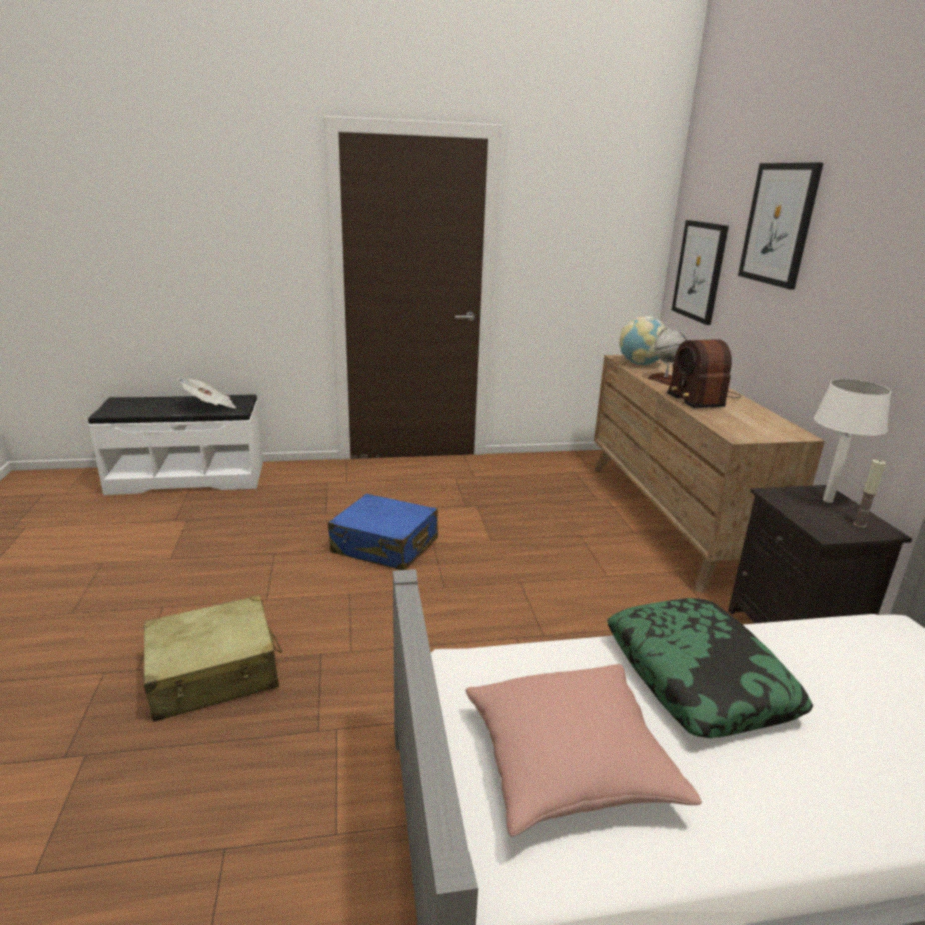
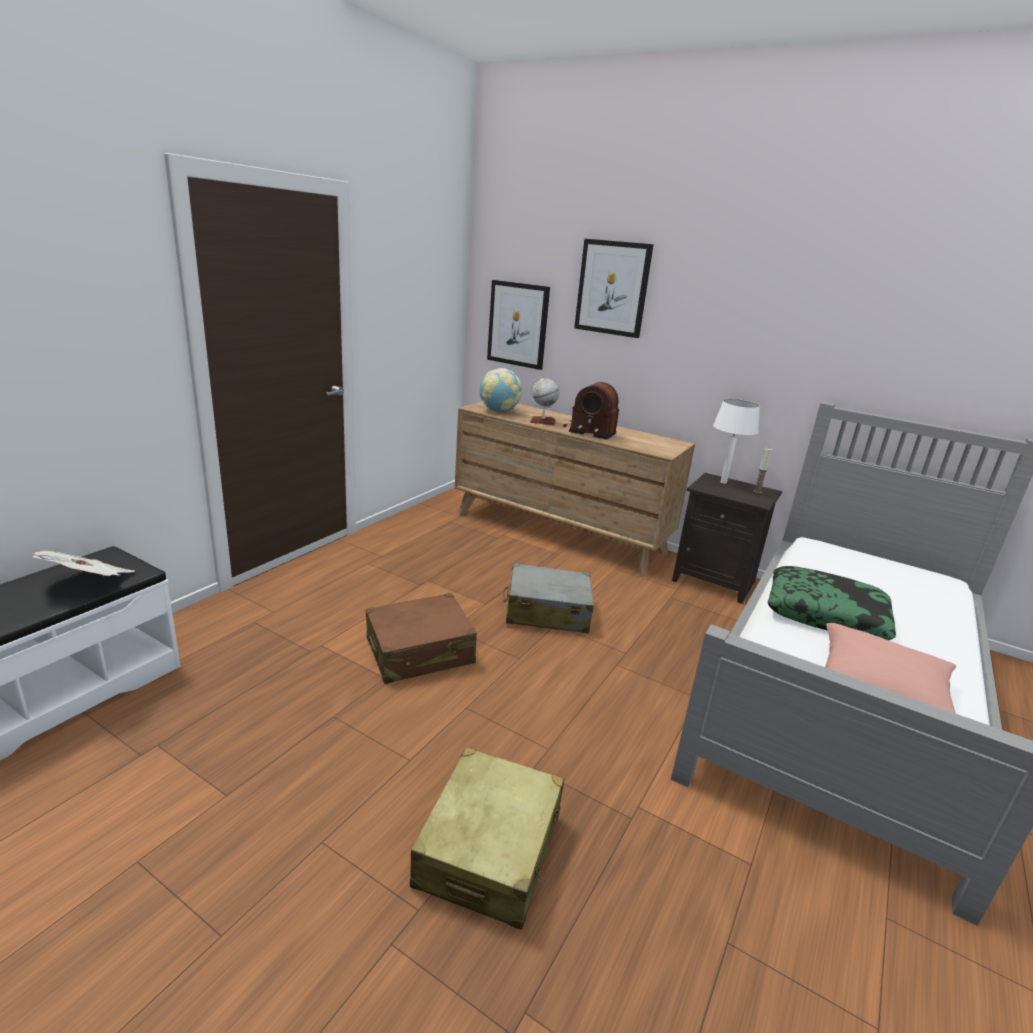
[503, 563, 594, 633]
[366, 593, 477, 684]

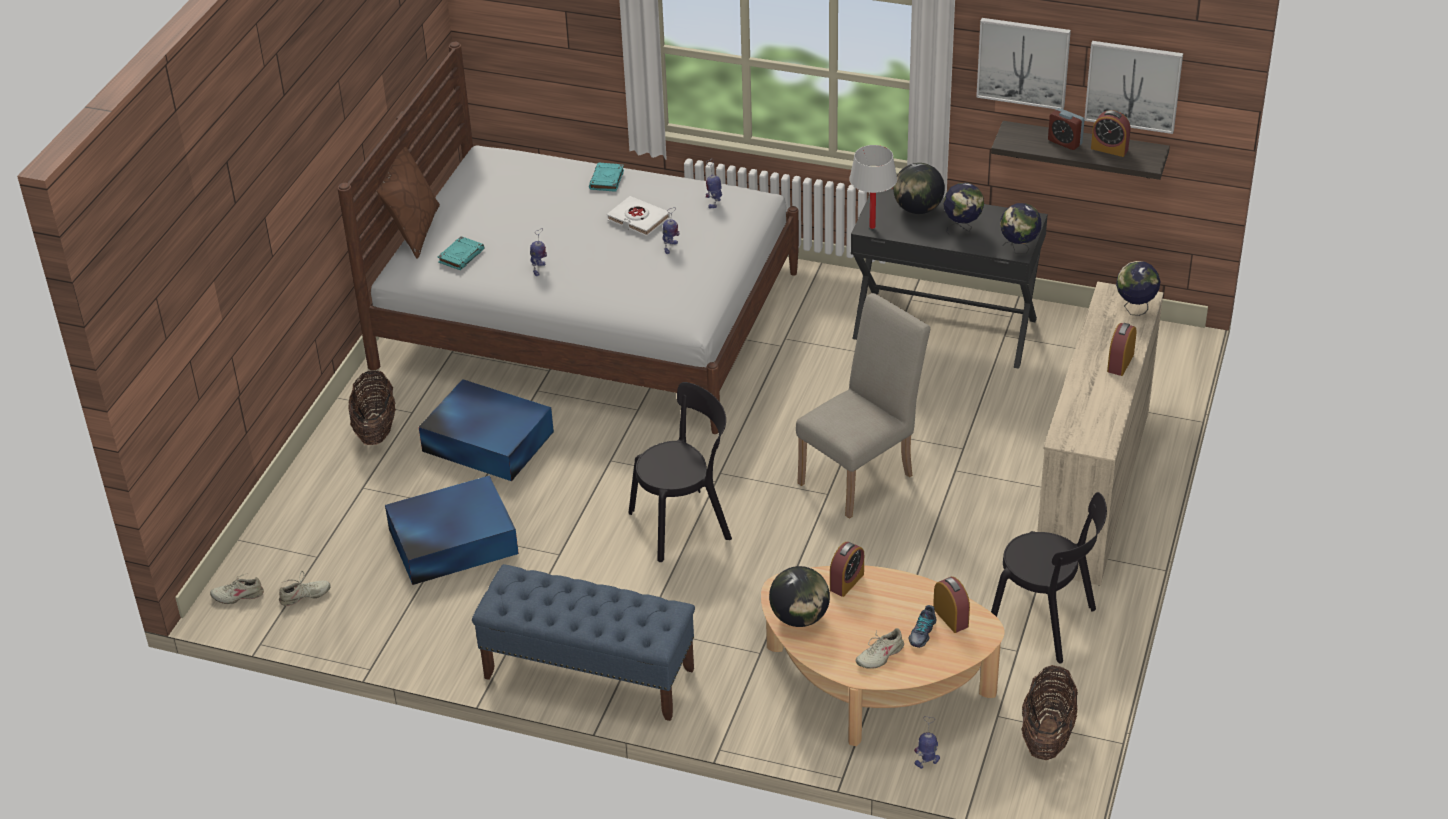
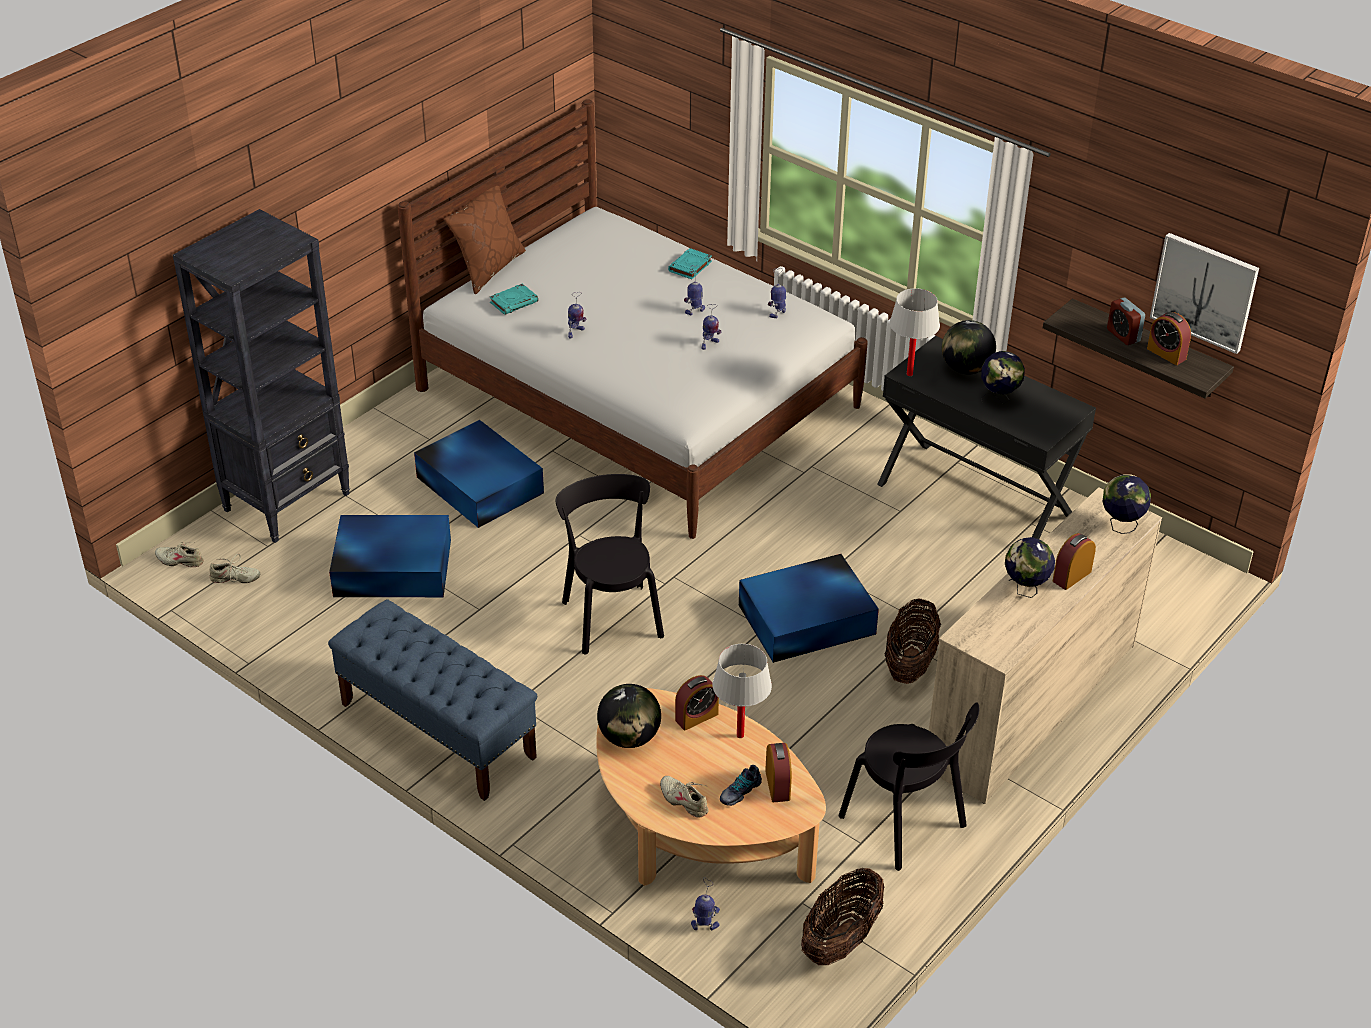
[976, 18, 1071, 109] (first image)
[173, 209, 350, 543]
[712, 644, 772, 738]
[885, 599, 941, 684]
[1005, 537, 1055, 598]
[684, 265, 705, 315]
[739, 554, 879, 663]
[556, 474, 664, 654]
[660, 776, 709, 818]

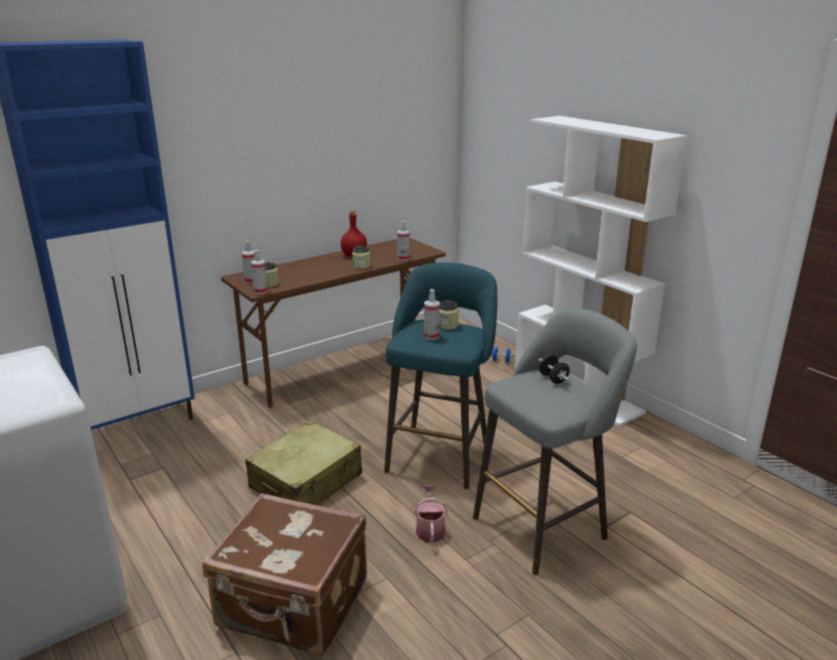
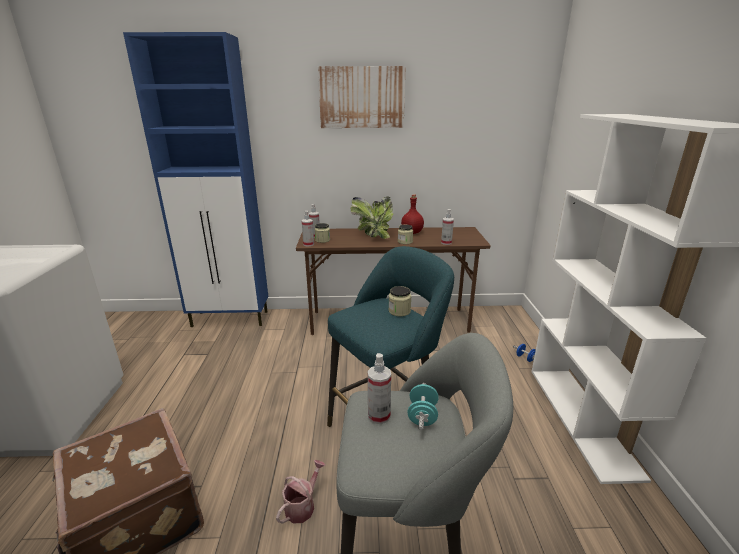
[245, 420, 362, 505] (first image)
[318, 66, 406, 128]
[350, 196, 393, 239]
[368, 353, 391, 424]
[408, 383, 439, 430]

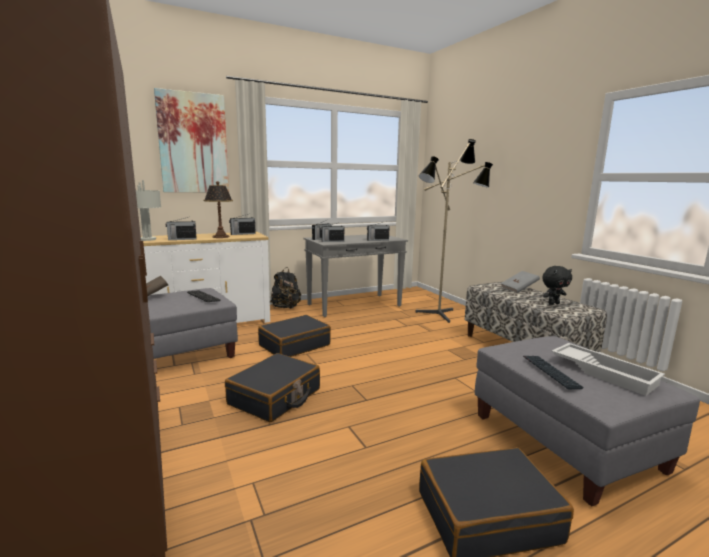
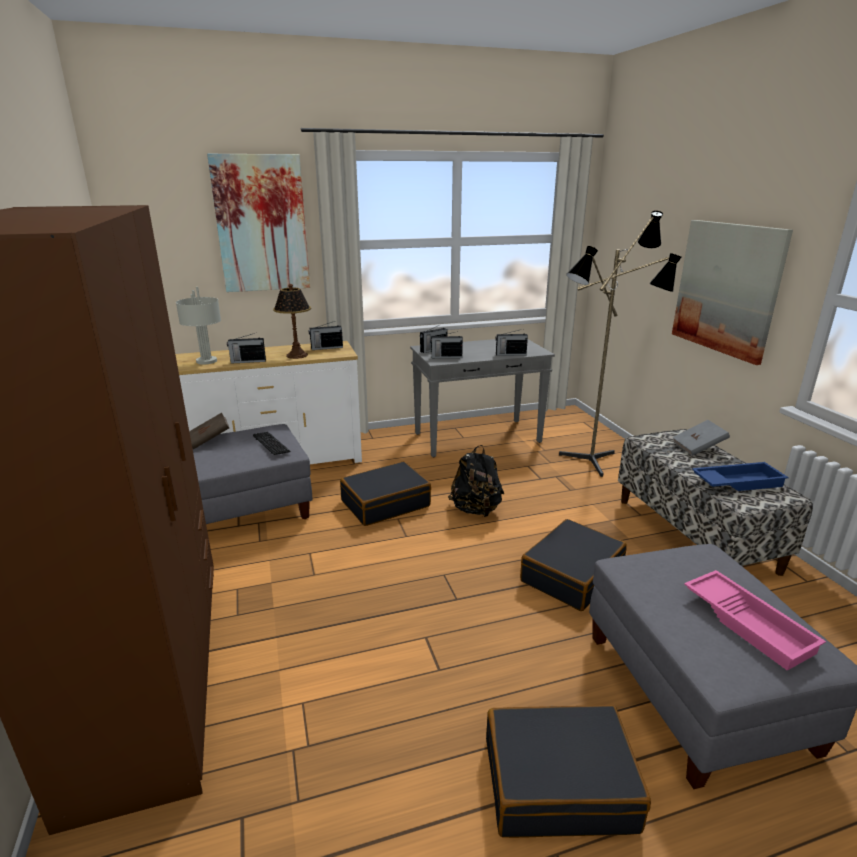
[523, 356, 584, 389] (first image)
[672, 220, 793, 365]
[520, 519, 627, 611]
[448, 445, 504, 517]
[692, 462, 789, 491]
[684, 570, 826, 671]

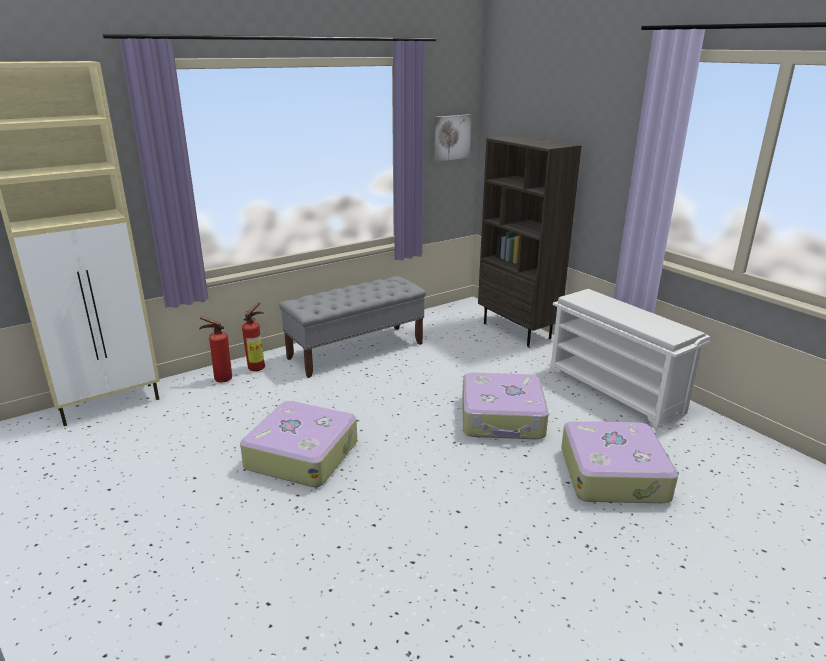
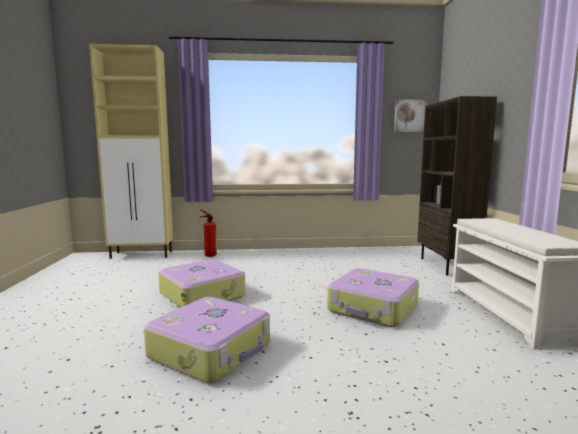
[242, 302, 265, 371] (first image)
[279, 276, 426, 378] (first image)
[144, 297, 270, 383]

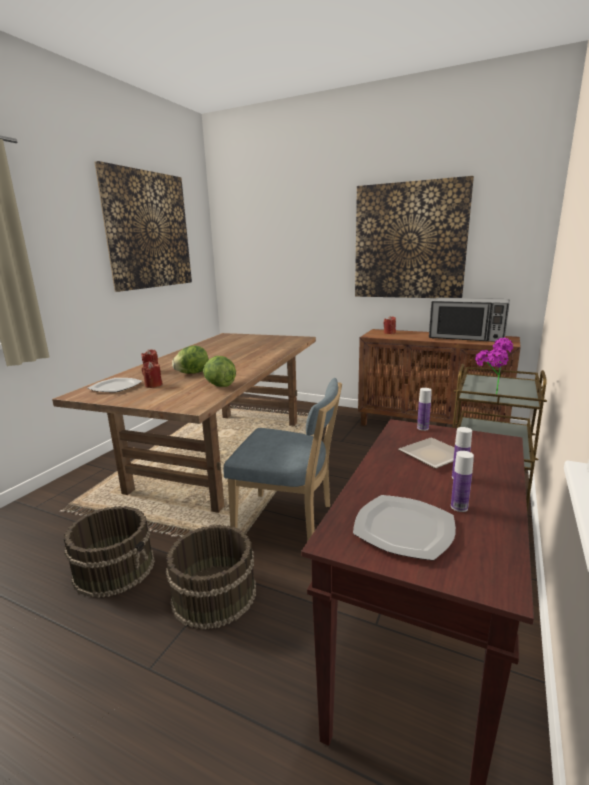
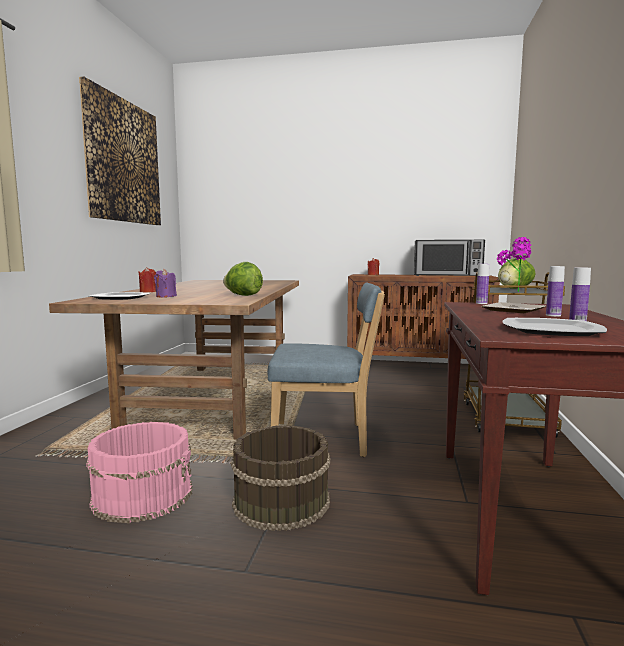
[355, 176, 474, 298] (first image)
[498, 258, 535, 289]
[86, 422, 193, 523]
[154, 269, 177, 297]

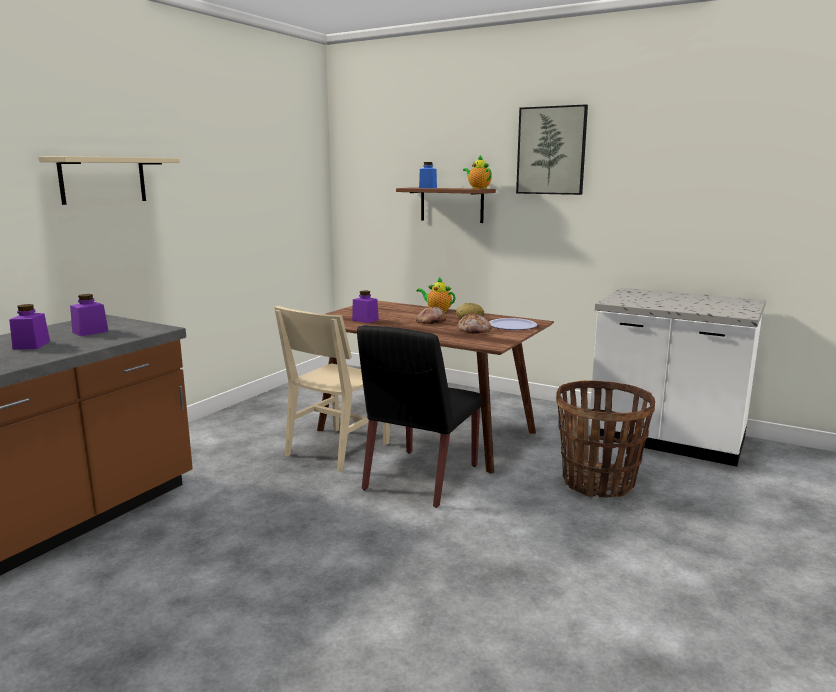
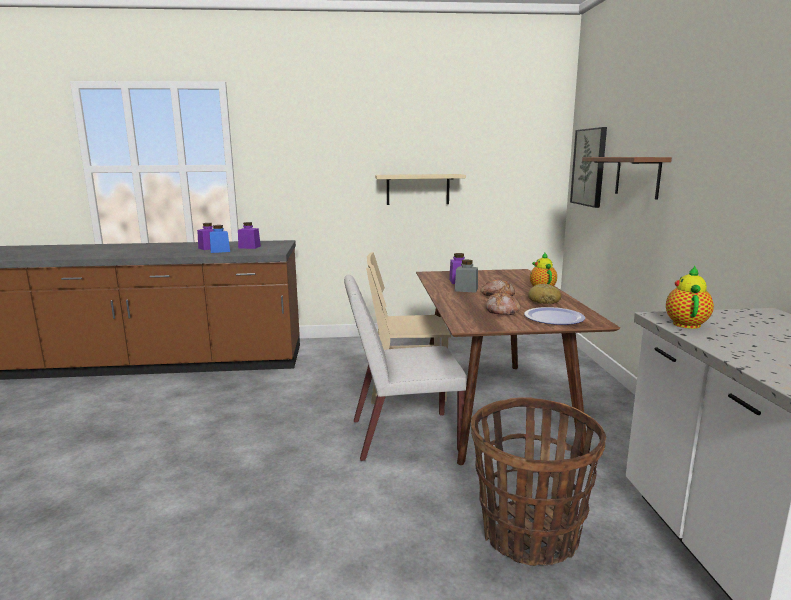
[455, 260, 478, 293]
[375, 174, 466, 205]
[210, 225, 230, 253]
[666, 266, 714, 329]
[570, 127, 607, 208]
[344, 275, 467, 461]

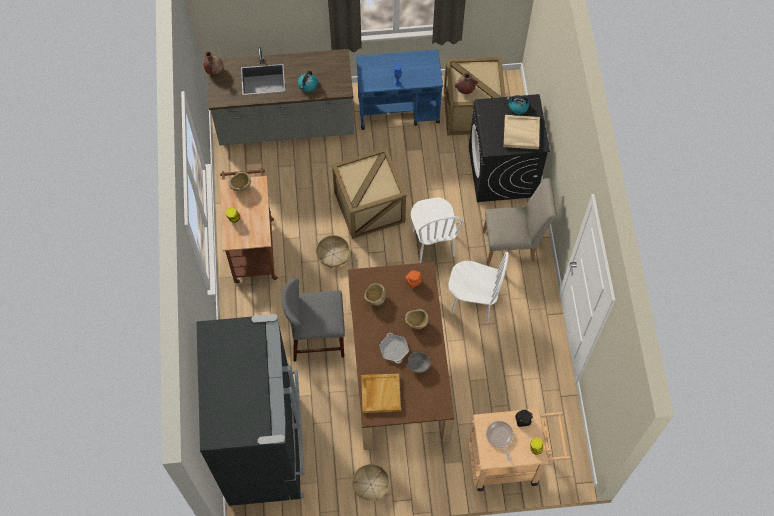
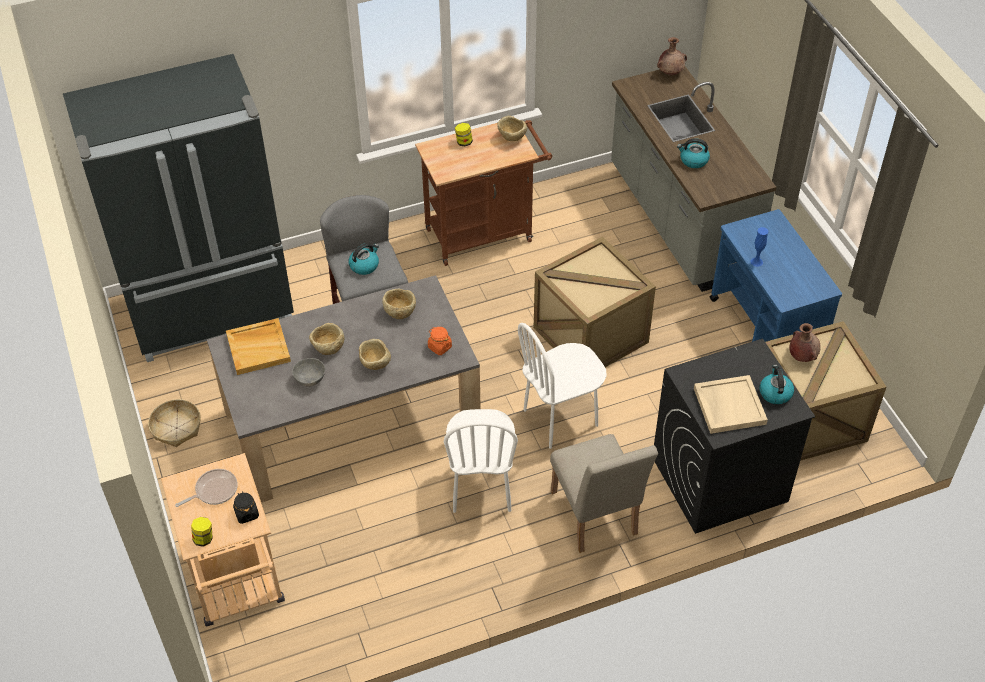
[316, 235, 350, 268] (first image)
[349, 243, 379, 275]
[309, 323, 344, 355]
[207, 275, 481, 502]

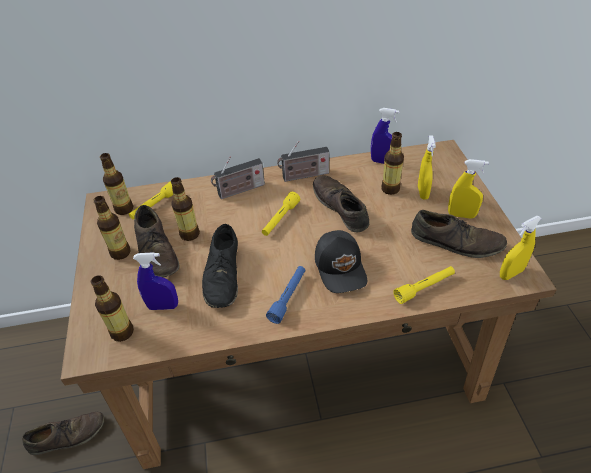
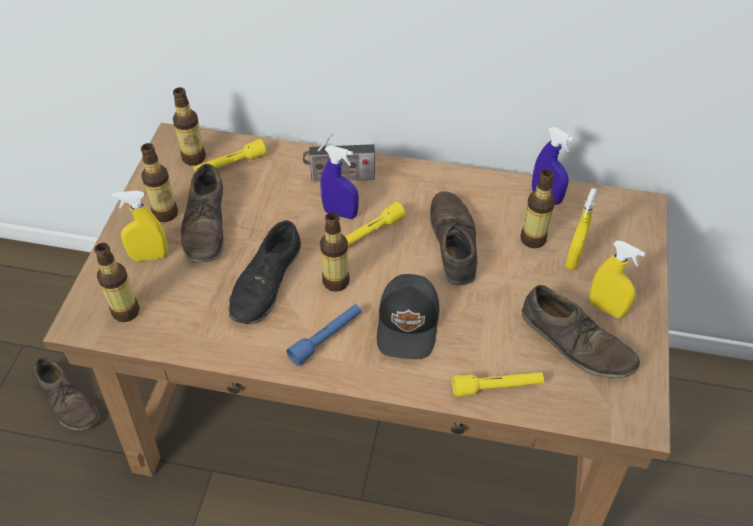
[277, 141, 329, 182] (first image)
[320, 145, 359, 219]
[320, 212, 350, 292]
[112, 191, 168, 261]
[34, 358, 99, 431]

